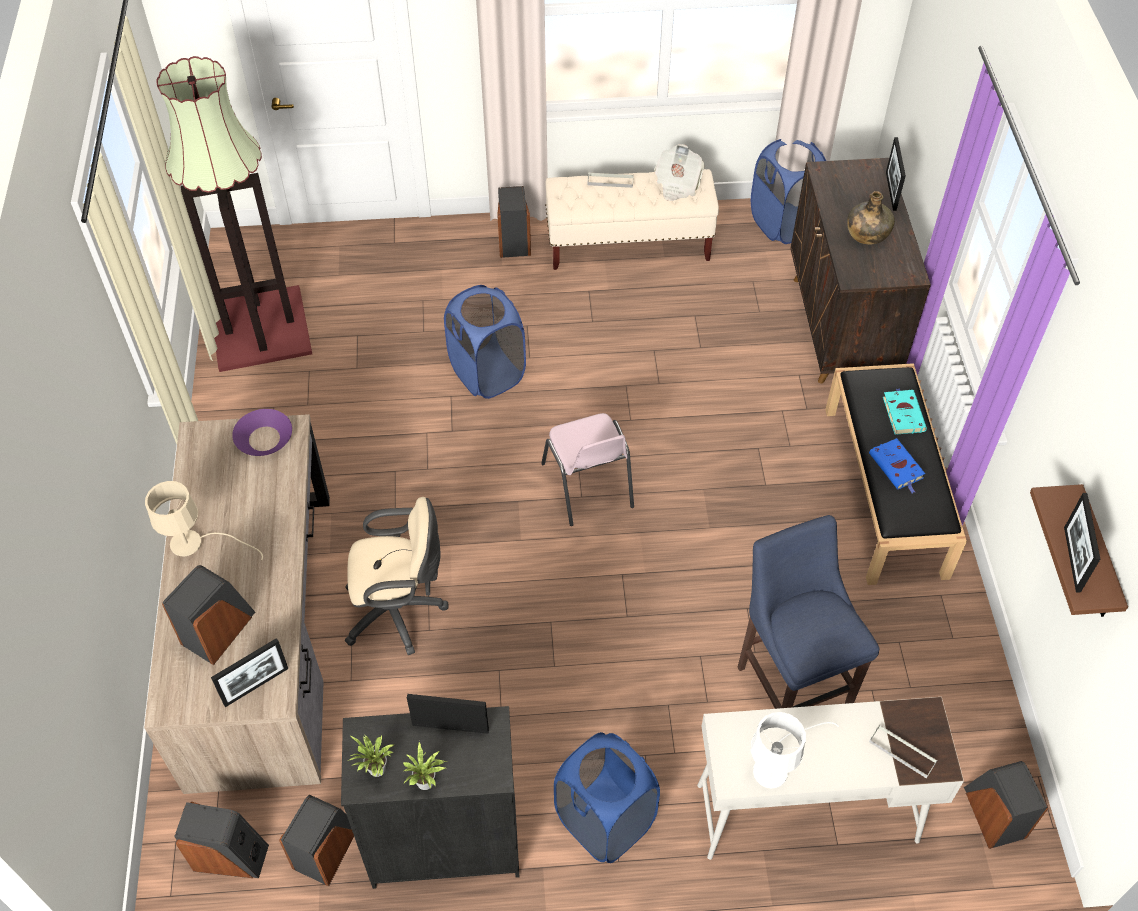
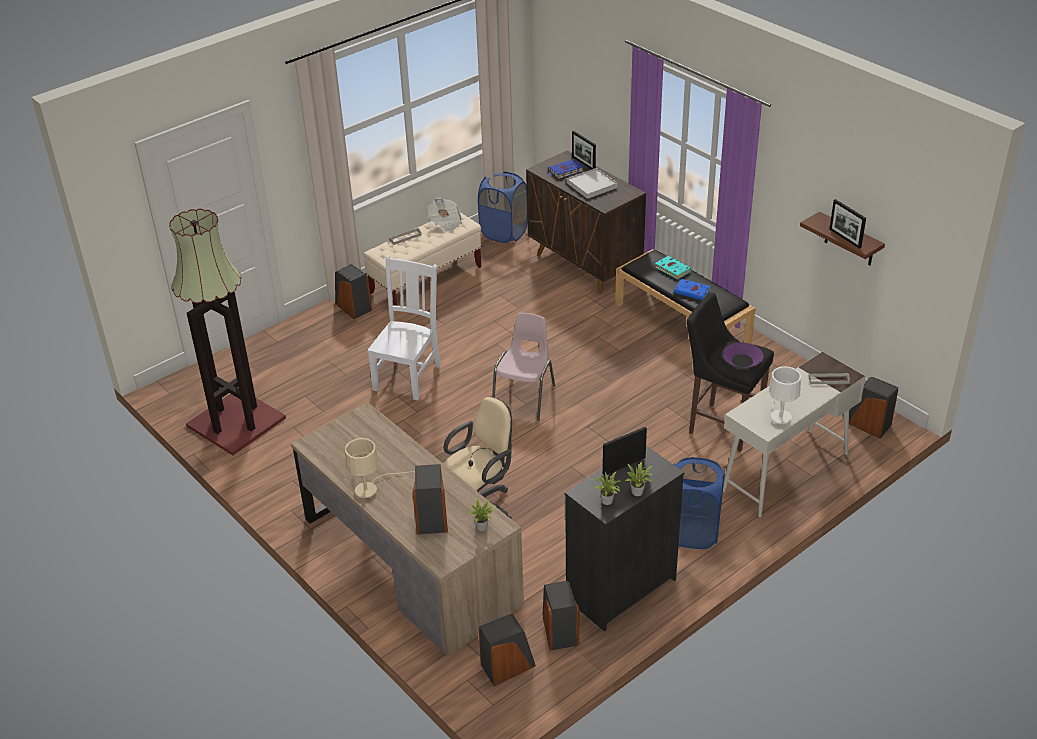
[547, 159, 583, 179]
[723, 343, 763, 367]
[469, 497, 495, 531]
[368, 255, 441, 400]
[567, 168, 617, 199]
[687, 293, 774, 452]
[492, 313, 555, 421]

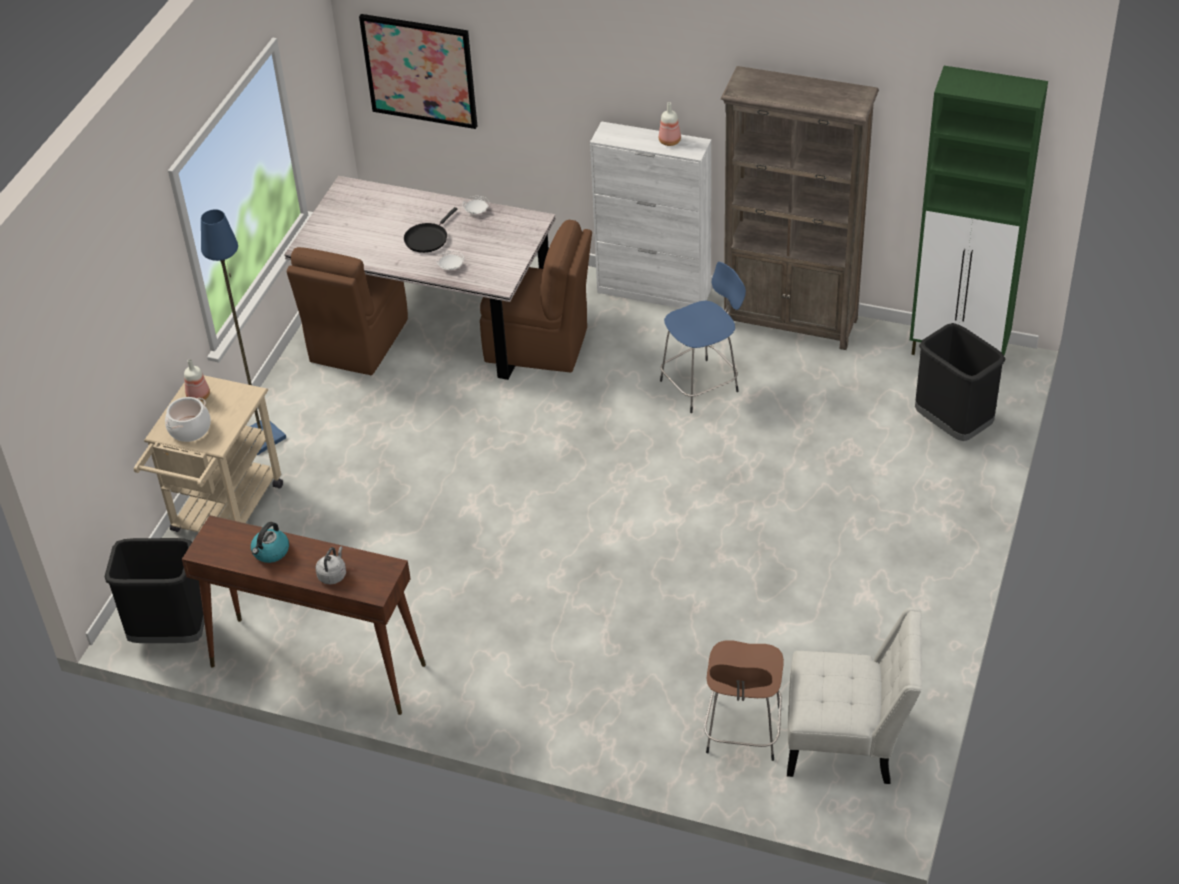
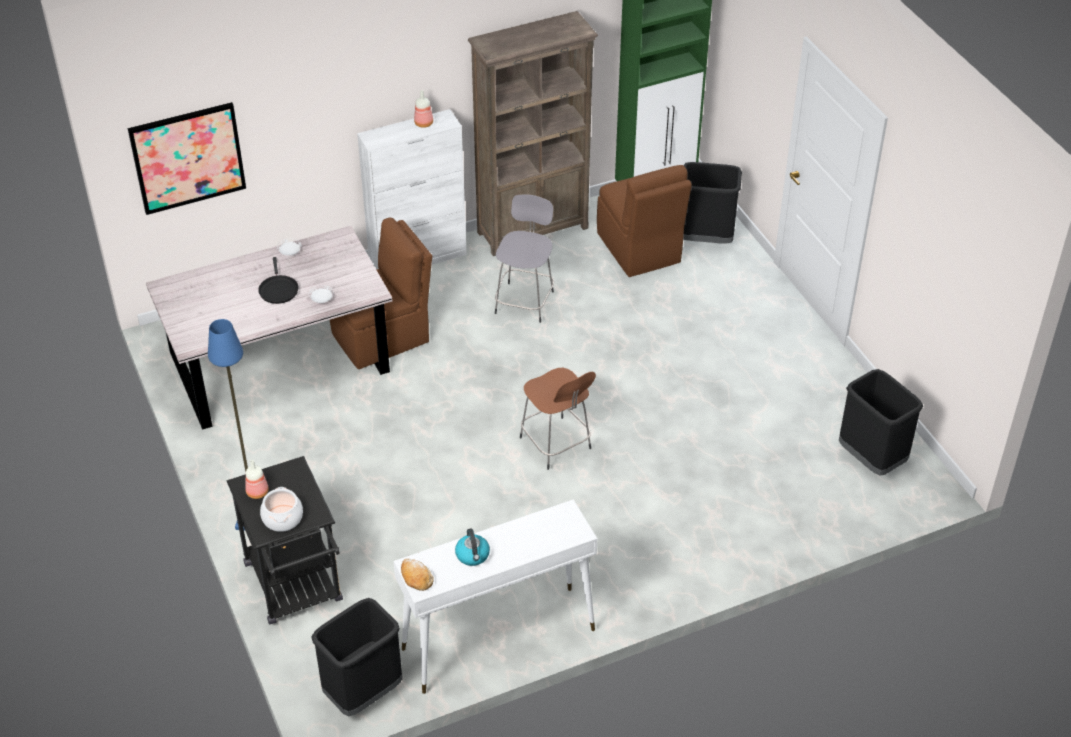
[316, 547, 346, 584] (first image)
[401, 558, 434, 591]
[597, 165, 692, 277]
[520, 368, 596, 470]
[839, 369, 923, 476]
[227, 456, 343, 624]
[394, 499, 597, 694]
[495, 195, 554, 323]

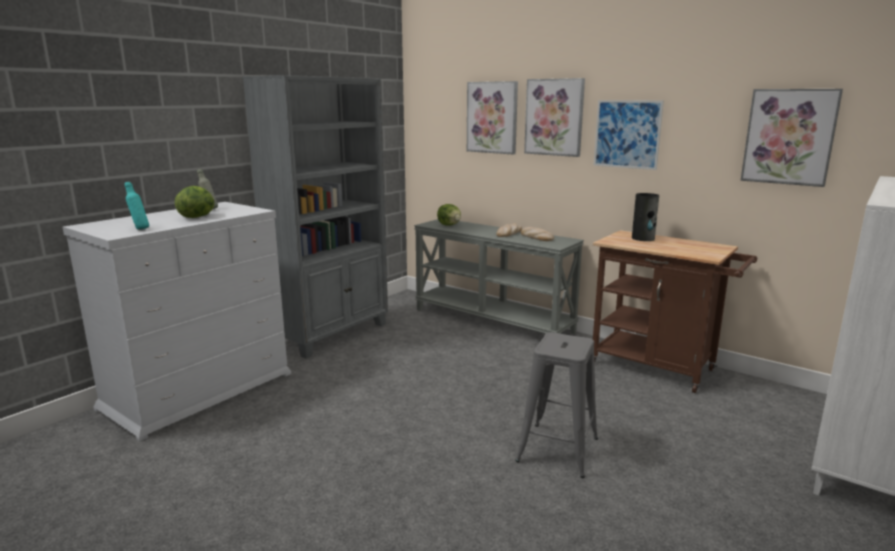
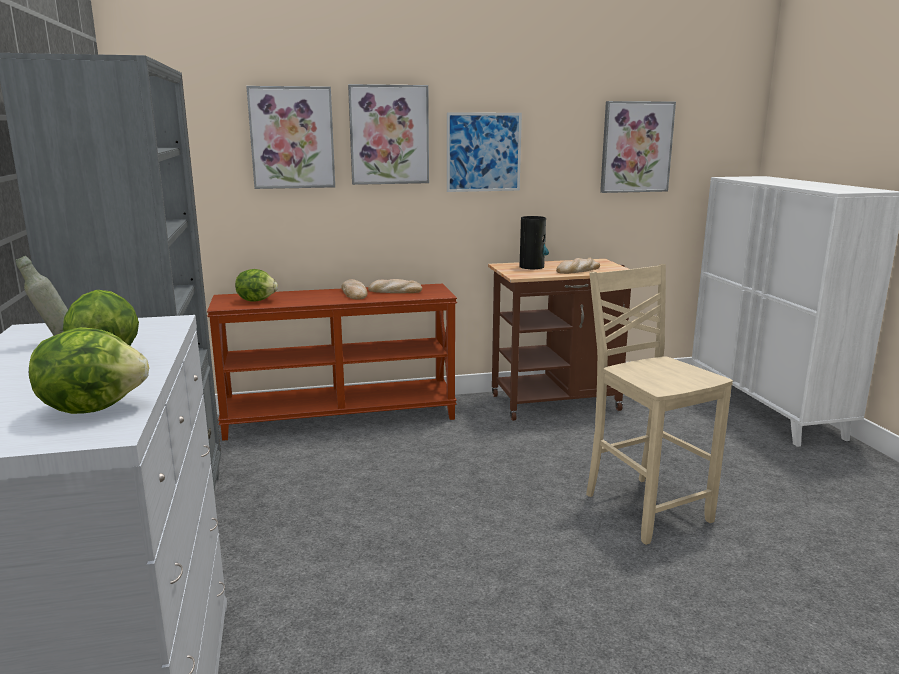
[556, 258, 600, 274]
[29, 327, 149, 414]
[586, 264, 733, 545]
[207, 284, 457, 441]

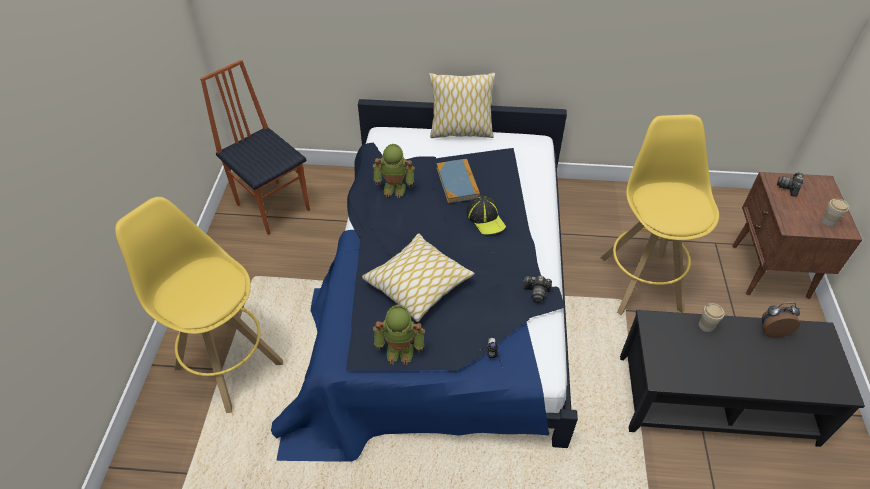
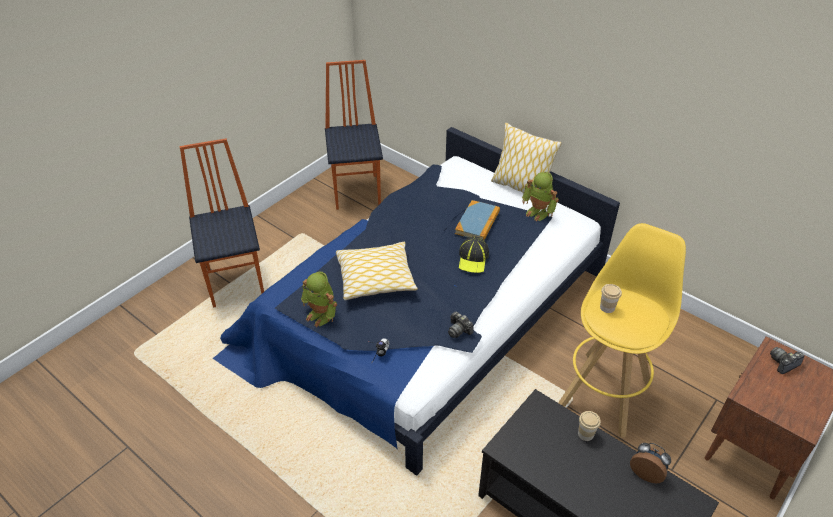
[522, 172, 559, 222]
[600, 284, 622, 313]
[180, 139, 264, 308]

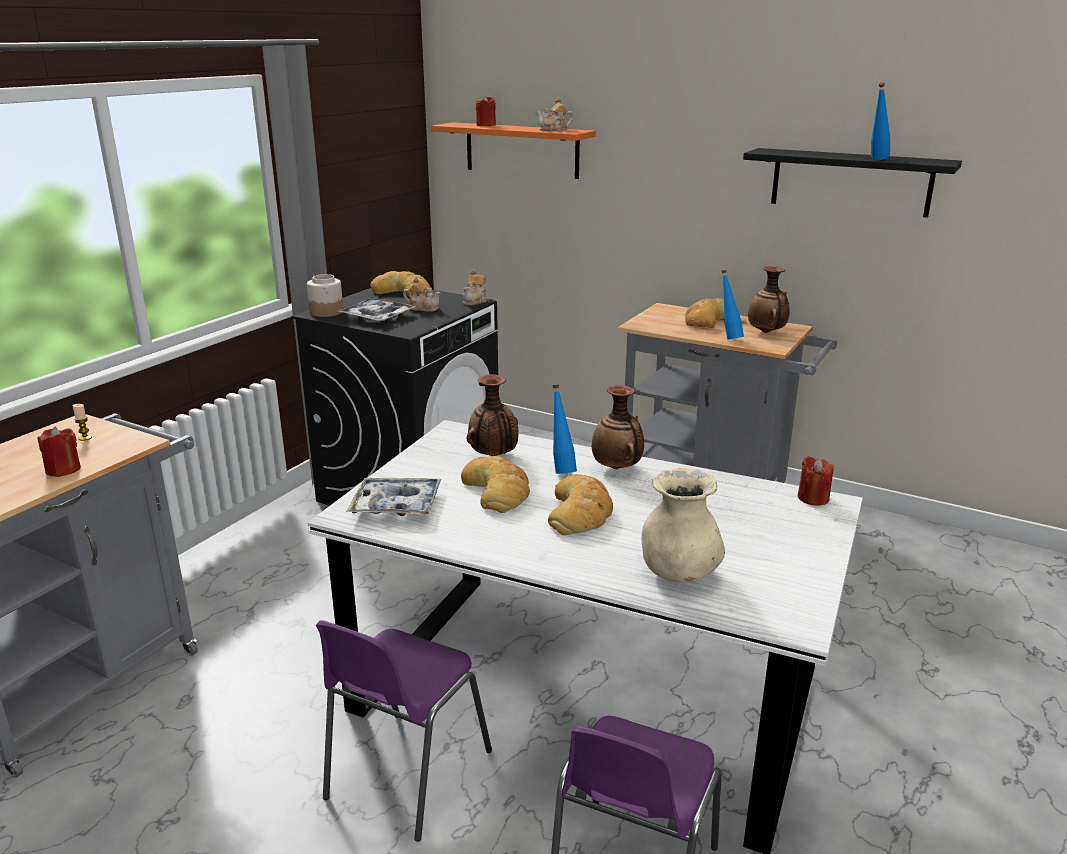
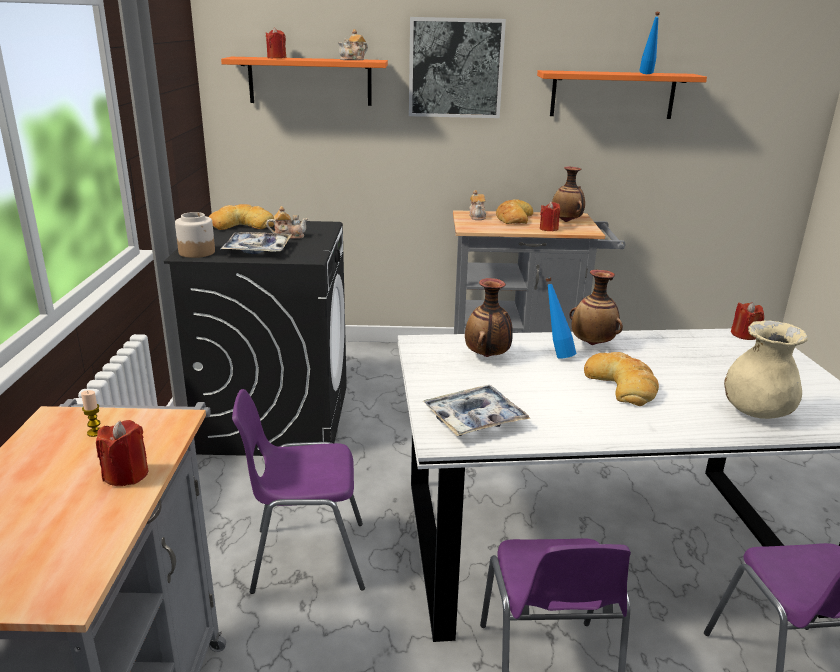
[461, 456, 530, 513] (first image)
[232, 389, 365, 594]
[409, 17, 506, 118]
[469, 190, 486, 220]
[540, 202, 560, 231]
[537, 70, 707, 119]

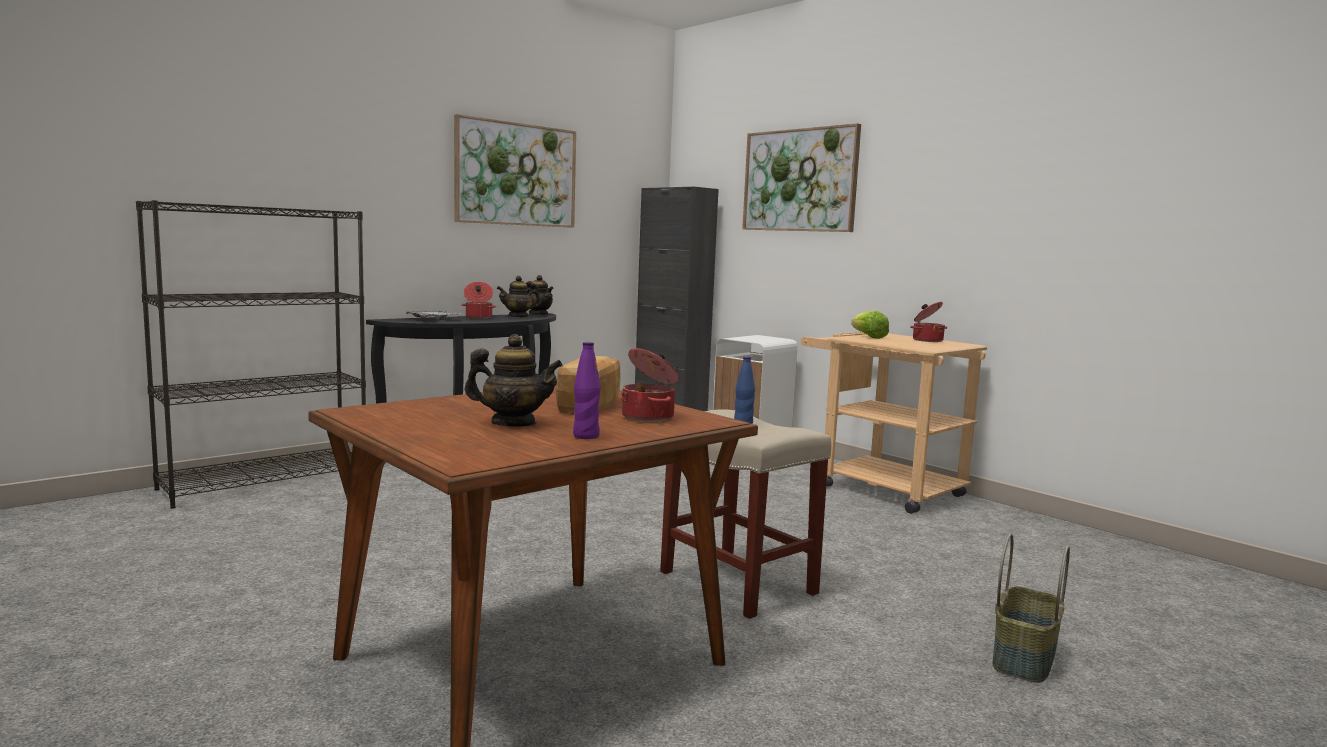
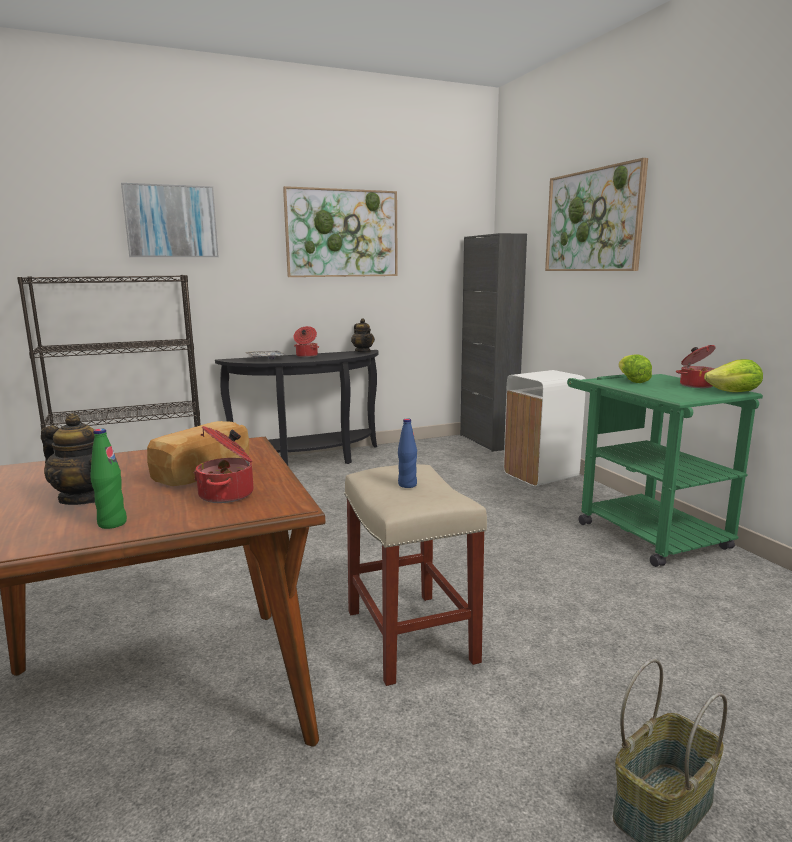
[497, 276, 541, 318] (first image)
[121, 183, 219, 257]
[704, 359, 763, 392]
[90, 428, 127, 529]
[567, 374, 763, 567]

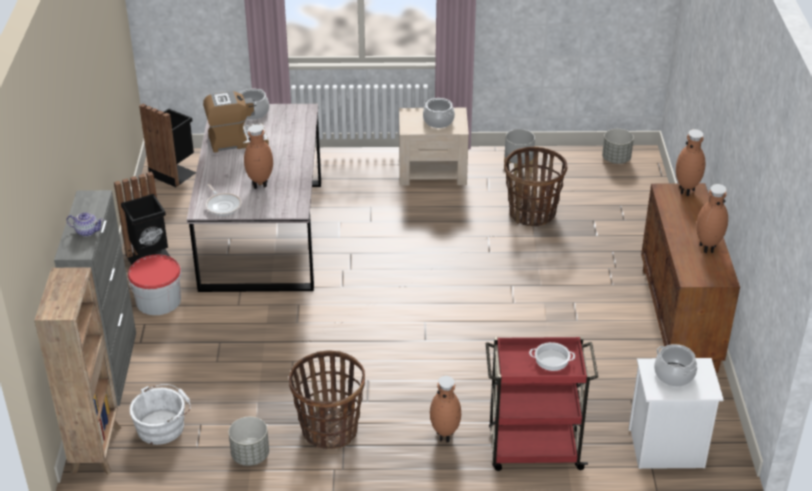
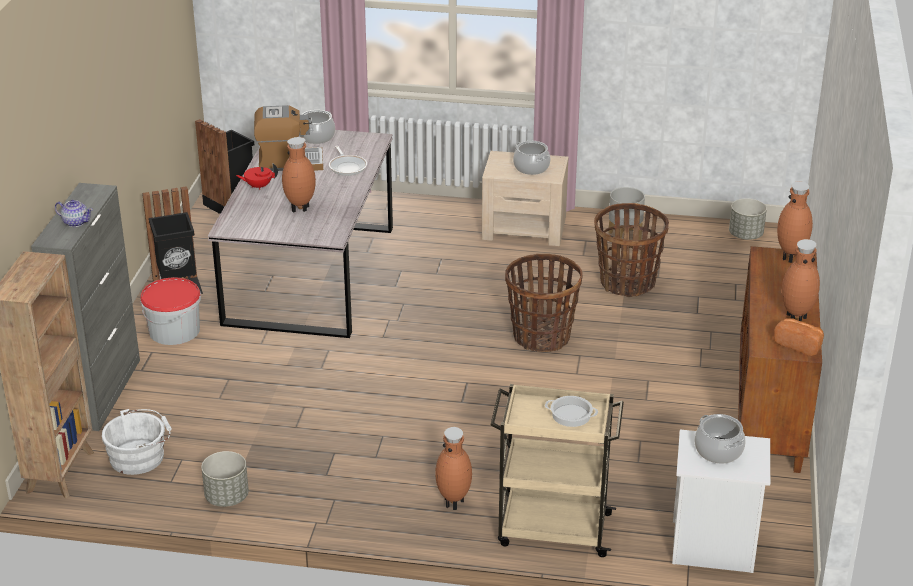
[236, 164, 278, 190]
[774, 318, 824, 356]
[329, 146, 367, 176]
[505, 254, 583, 352]
[491, 384, 624, 557]

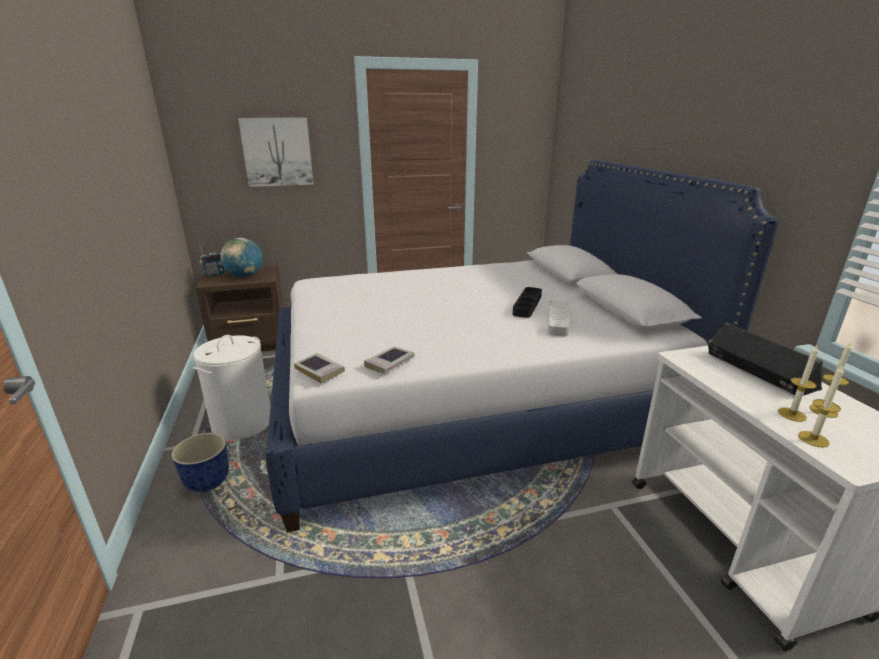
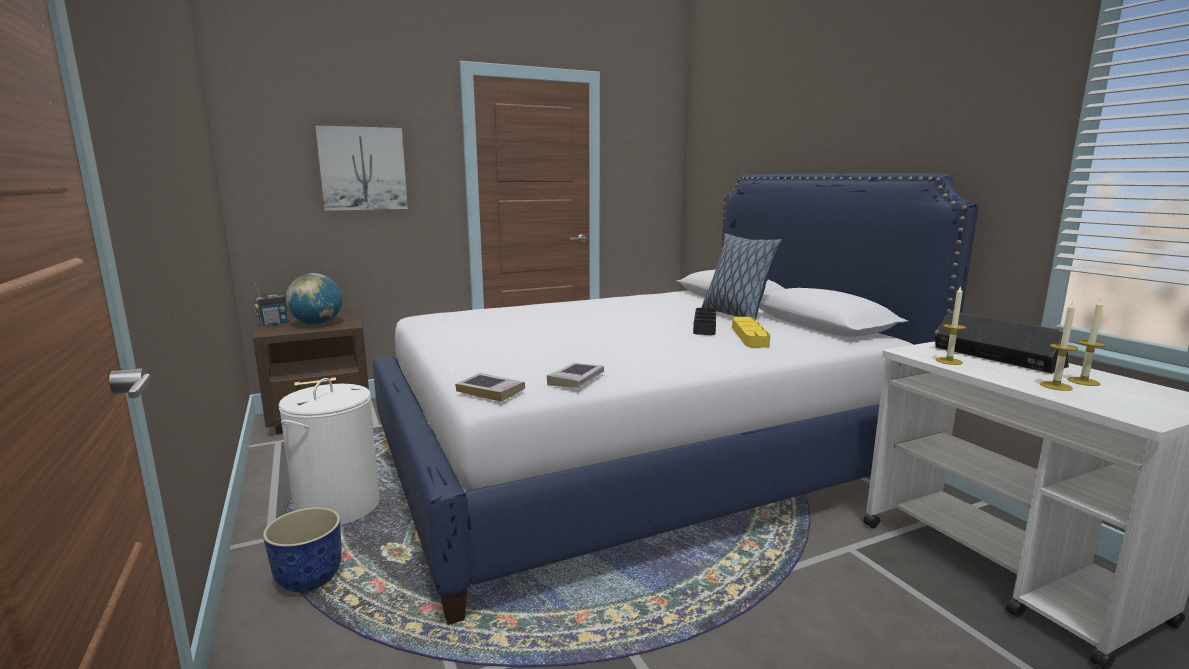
[702, 234, 782, 319]
[936, 286, 966, 365]
[732, 317, 770, 348]

